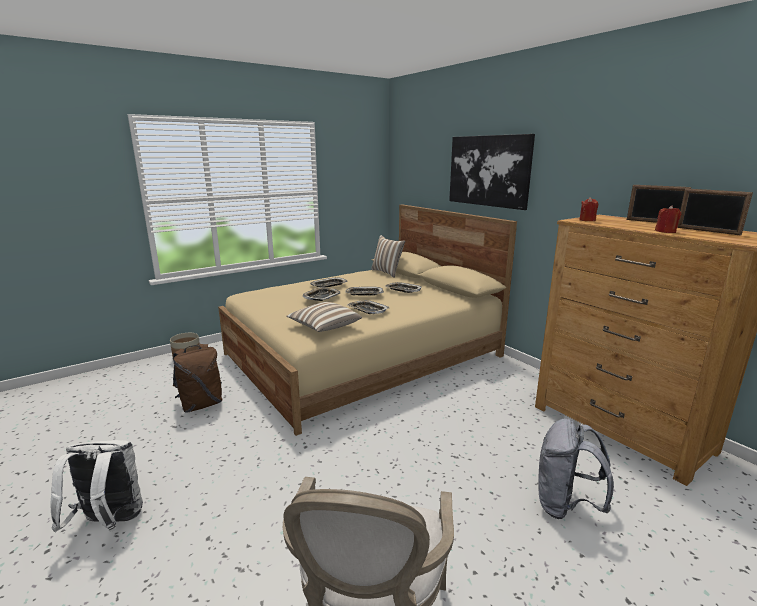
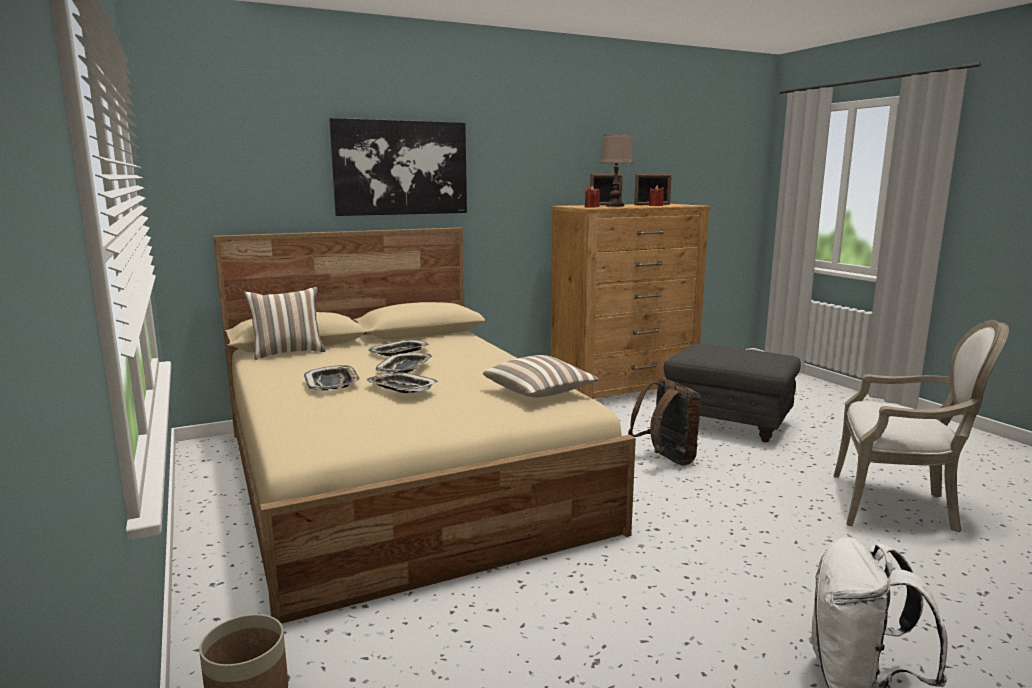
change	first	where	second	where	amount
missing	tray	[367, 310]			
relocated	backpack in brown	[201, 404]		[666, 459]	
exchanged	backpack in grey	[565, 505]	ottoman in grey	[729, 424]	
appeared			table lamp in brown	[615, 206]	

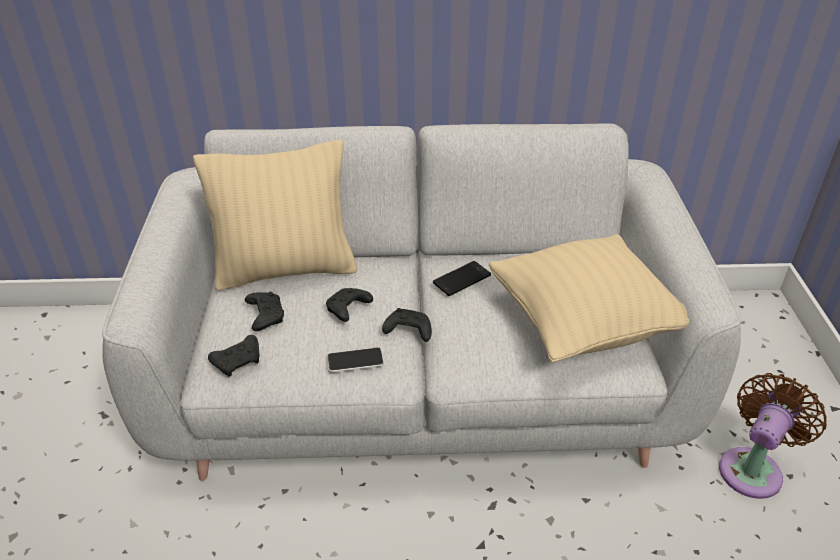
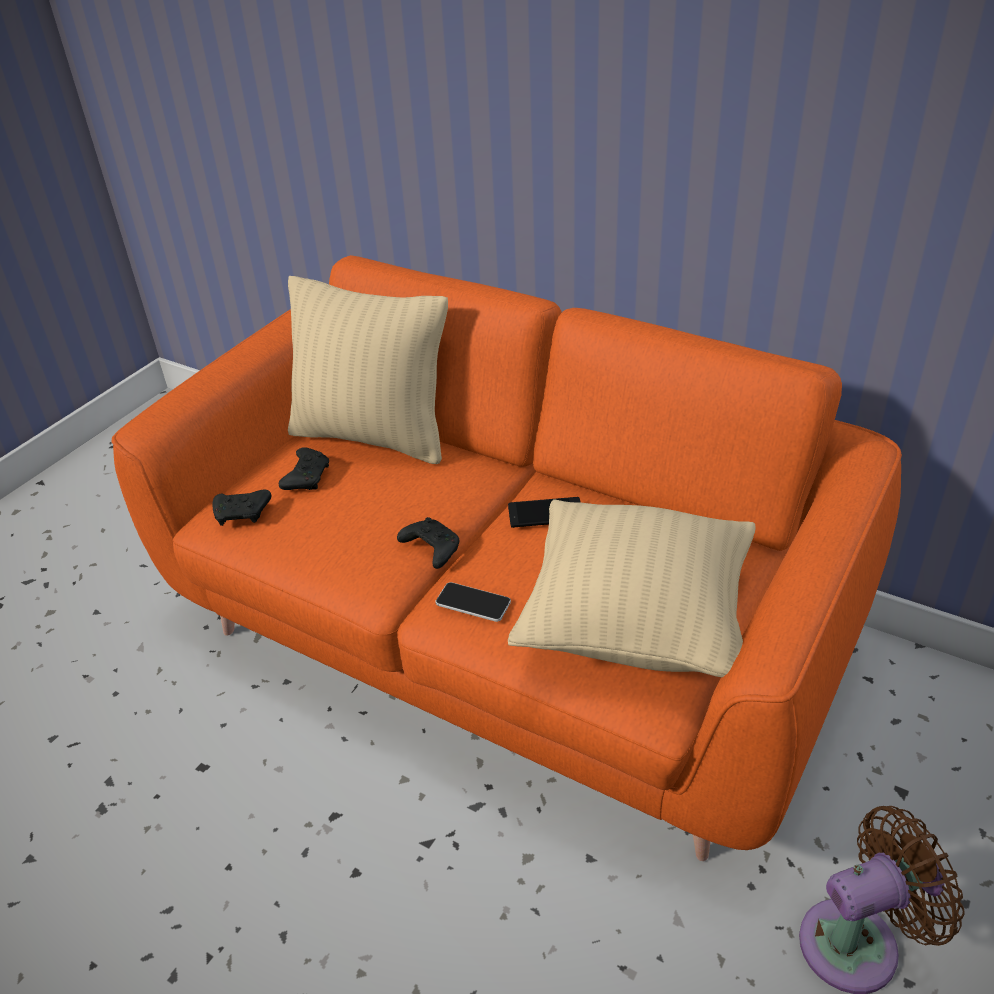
change	first	where	second	where	amount
colour	sofa in grey	[419, 389]	sofa in orange	[505, 638]	
missing	game controller in black	[347, 310]			
relocated	phone	[355, 361]		[473, 603]	

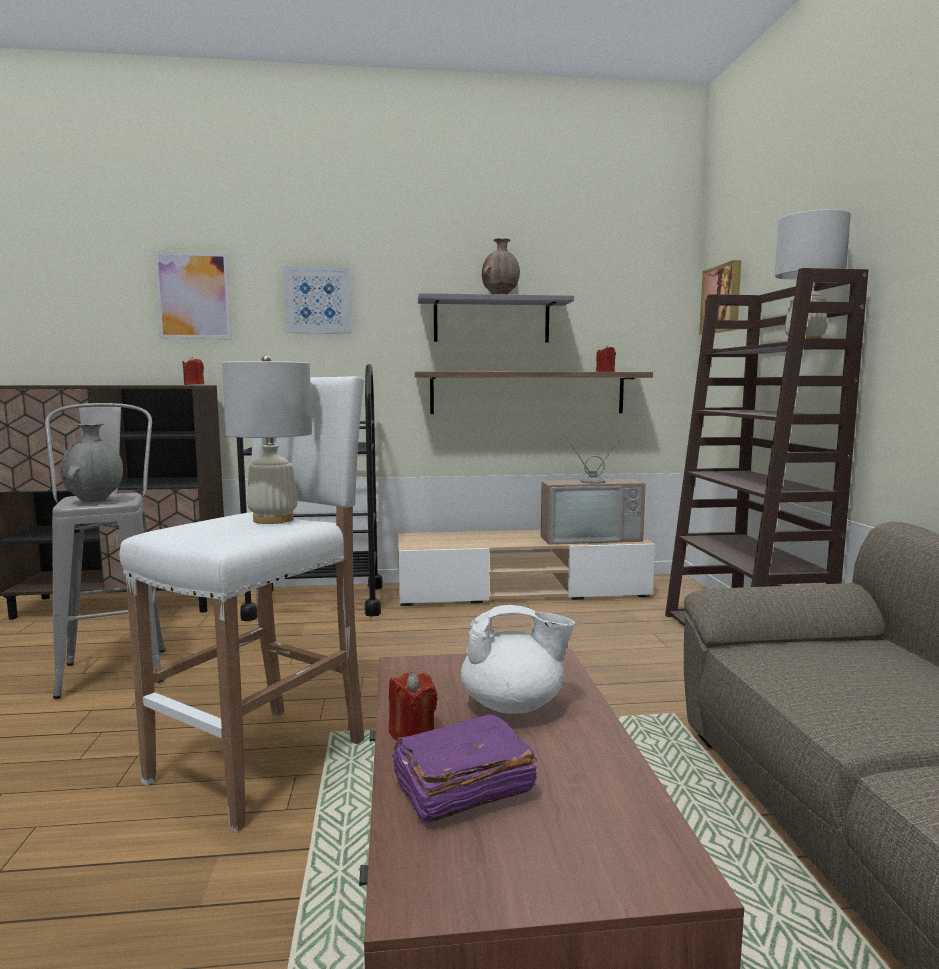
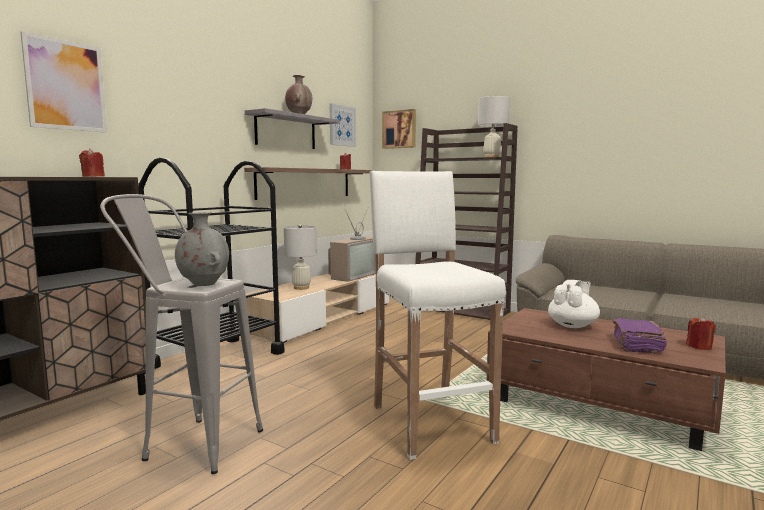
change	first	where	second	where	amount
relocated	picture	[317, 300]		[342, 126]	
relocated	table lamp in white	[274, 520]		[301, 288]	
relocated	candle in red	[412, 732]		[699, 346]	

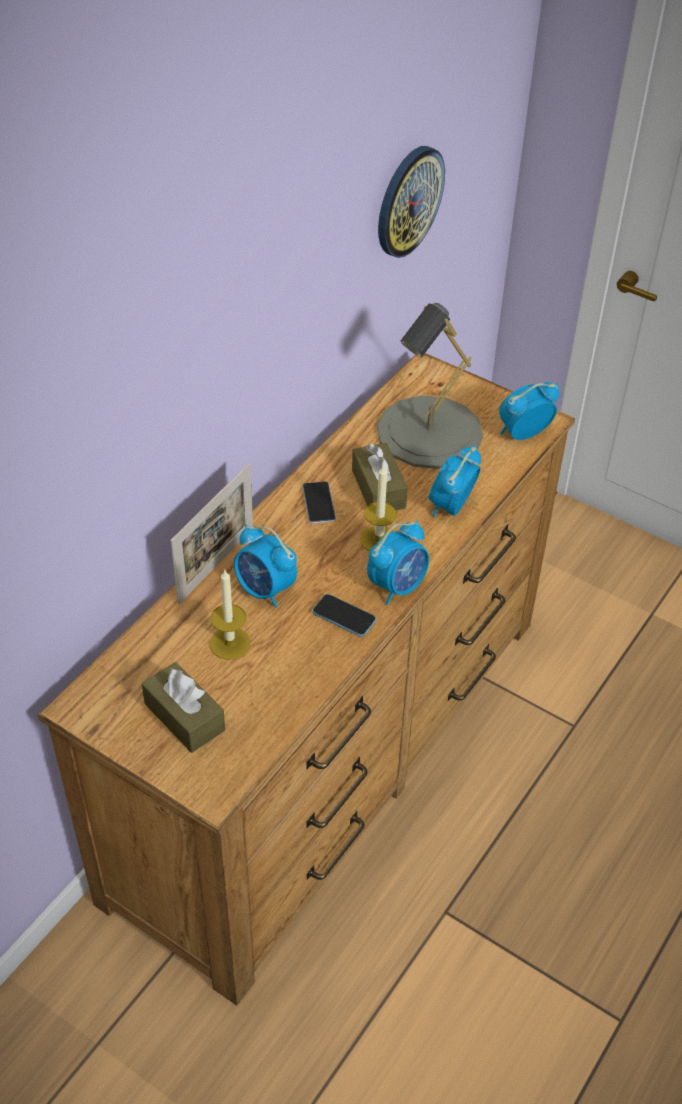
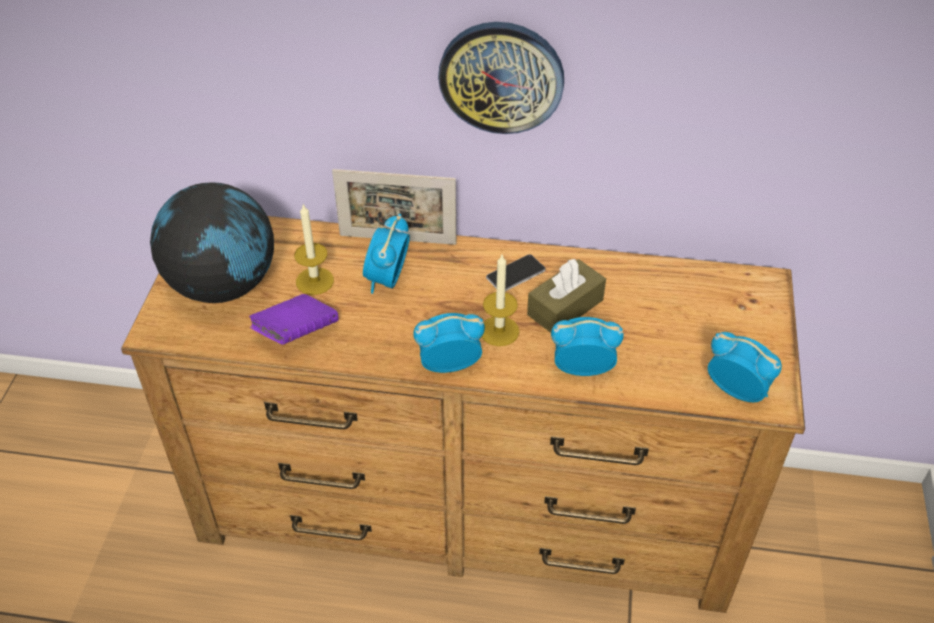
change	first	where	second	where	amount
relocated	wall clock	[408, 201]		[501, 77]	
missing	table lamp in grey	[429, 432]			
spun	alarm clock	[397, 586]		[448, 365]	150 degrees clockwise
missing	phone	[344, 616]			
exchanged	tissue box in brown	[184, 717]	globe	[223, 285]	
appeared			book in purple	[296, 332]	

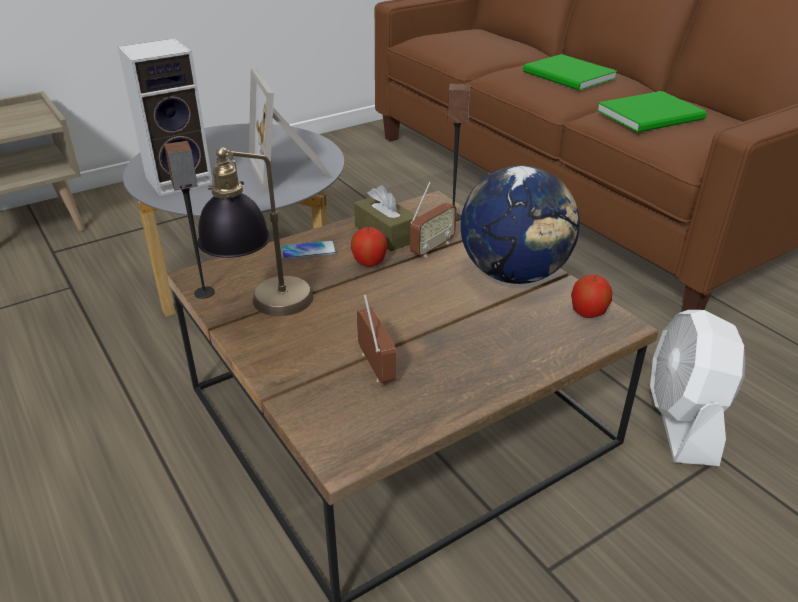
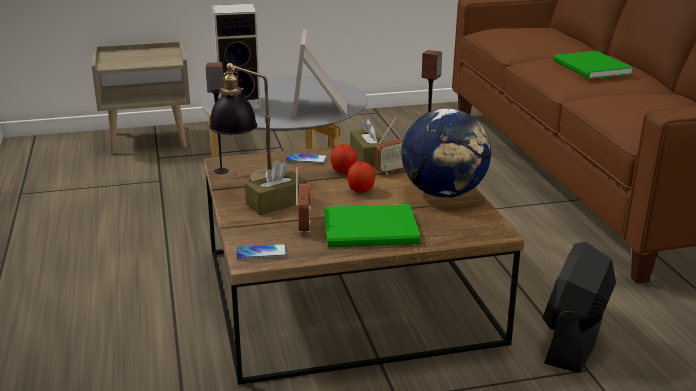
change	first	where	second	where	amount
relocated	book in green	[653, 115]		[373, 230]	
relocated	apple	[588, 313]		[361, 190]	
colour	fan in white	[682, 420]	fan in black	[573, 342]	
appeared			tissue box in brown	[276, 203]	
appeared			phone	[261, 253]	

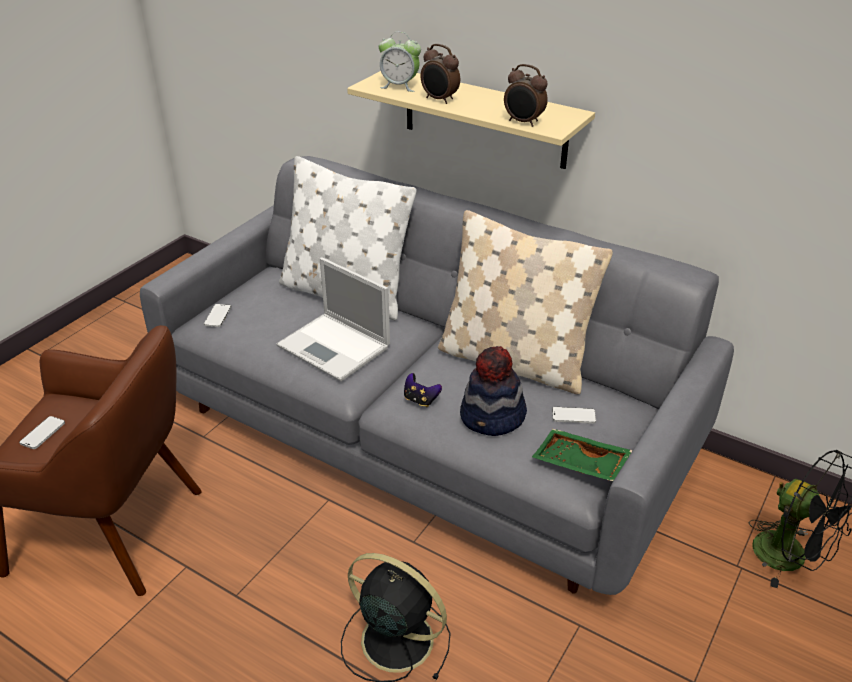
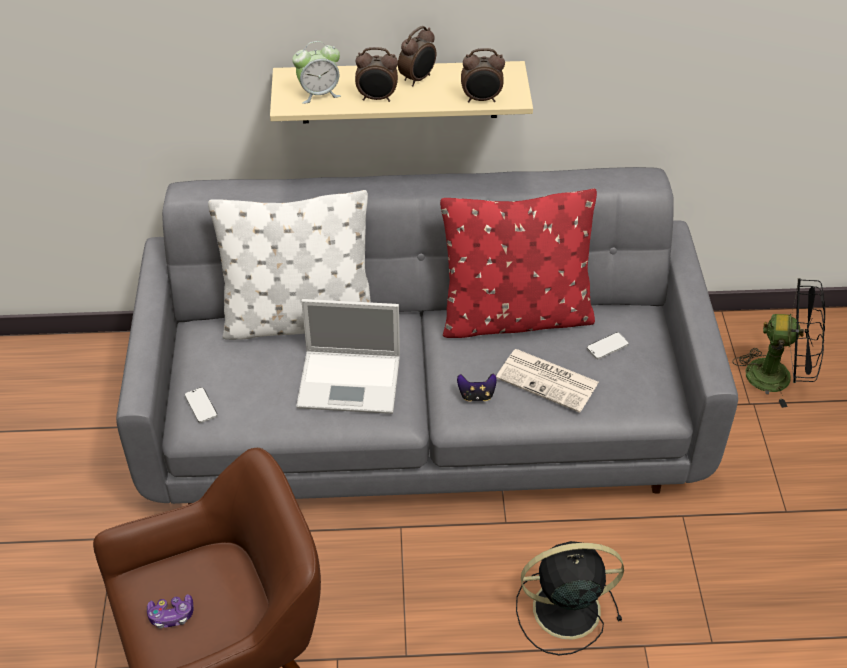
change	first	where	second	where	amount
colour	pillow in beige	[514, 361]	pillow in red	[515, 317]	
exchanged	hat	[493, 417]	newspaper	[549, 380]	
exchanged	phone	[43, 433]	game controller	[171, 615]	
missing	tray in green	[579, 464]			
appeared			alarm clock	[418, 79]	

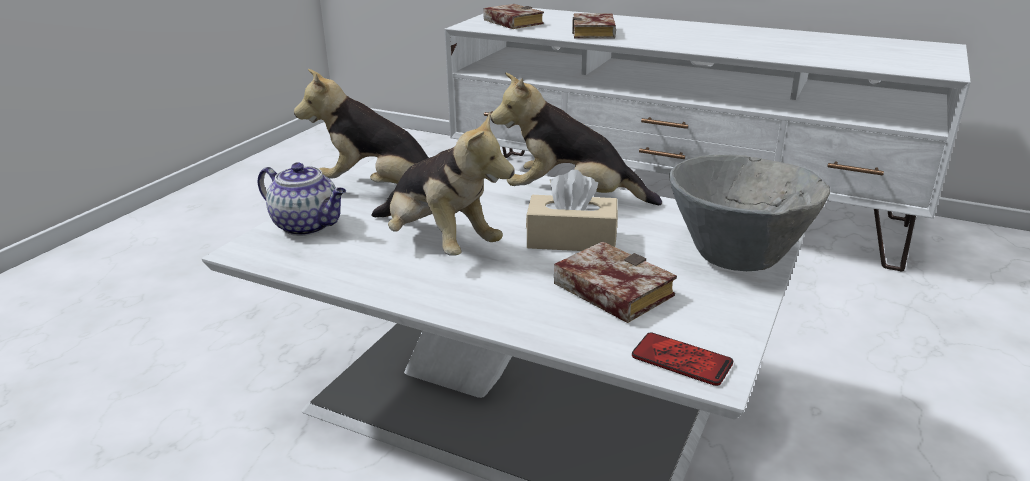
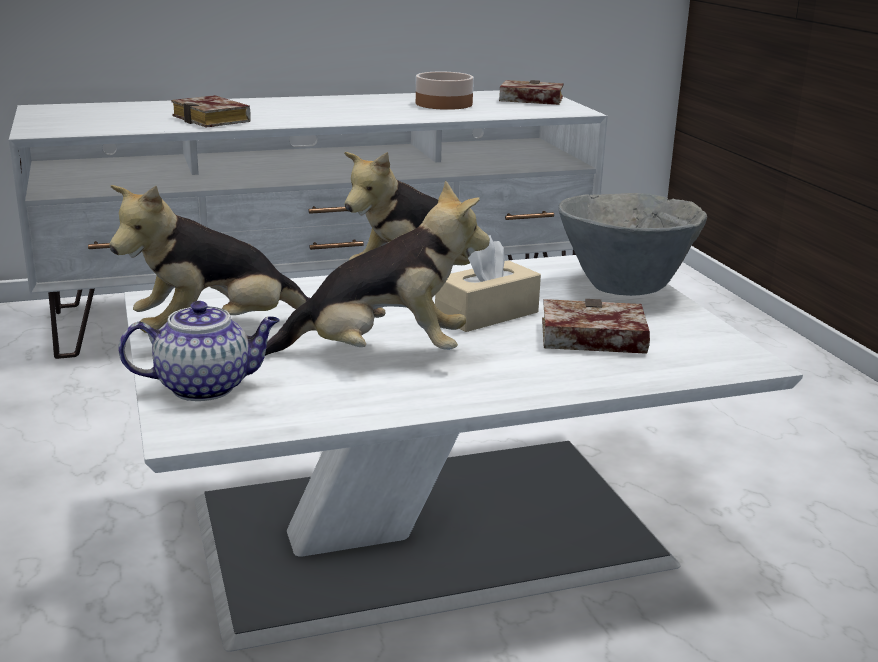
change	first	where	second	where	amount
relocated	book	[510, 23]		[528, 100]	
missing	phone	[681, 360]			
appeared			bowl	[444, 104]	

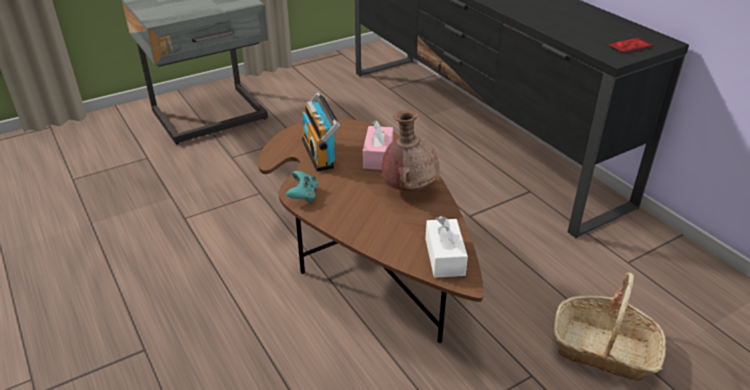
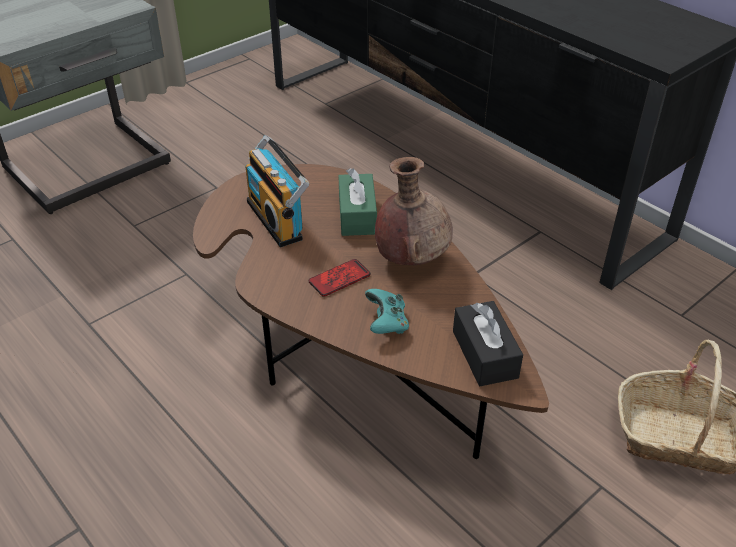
change	first	where	second	where	amount
relocated	phone	[630, 46]		[339, 278]	
colour	tissue box in pink	[378, 156]	tissue box in green	[357, 215]	
relocated	game controller in turquoise	[303, 195]		[387, 323]	
colour	tissue box in white	[444, 257]	tissue box in black	[484, 354]	

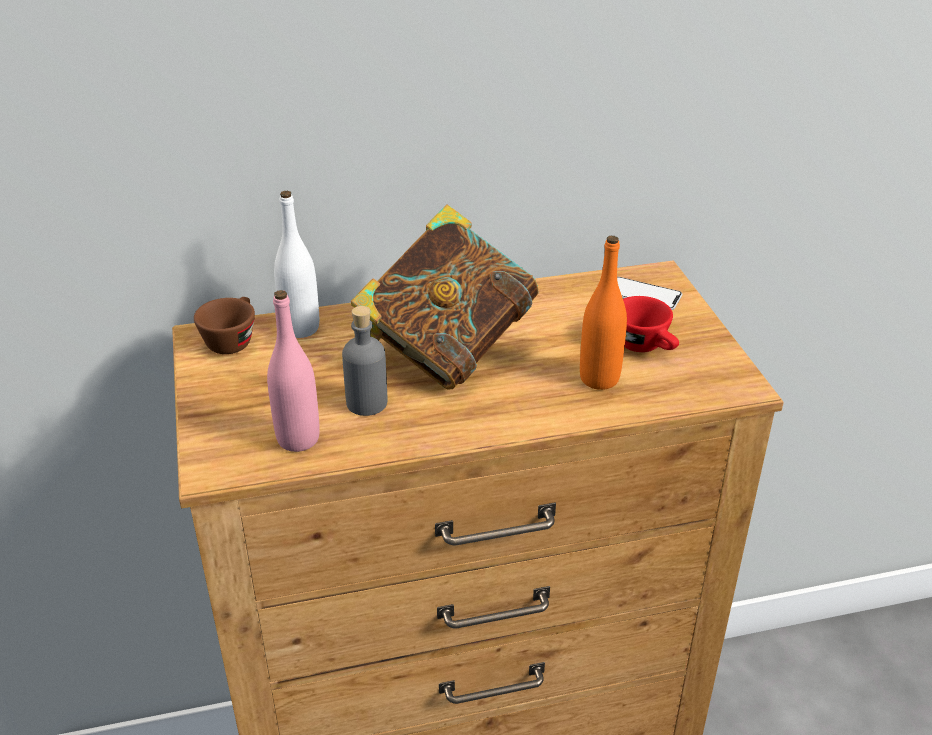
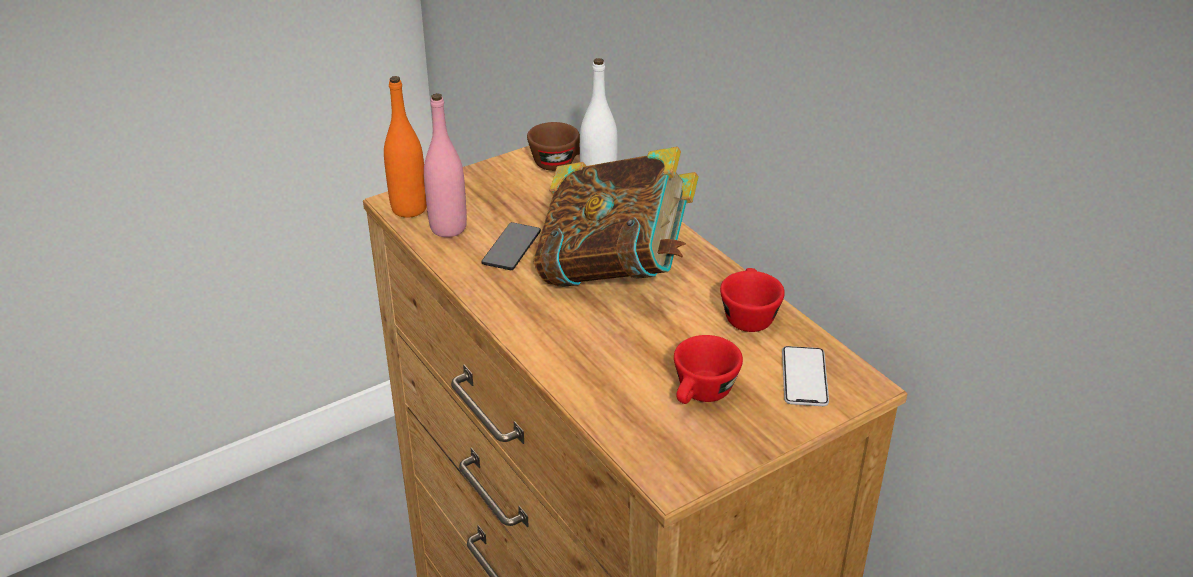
change	first	where	second	where	amount
relocated	bottle in orange	[599, 379]		[409, 209]	
exchanged	bottle in grey	[367, 403]	phone	[511, 248]	
appeared			cup in red	[748, 315]	

